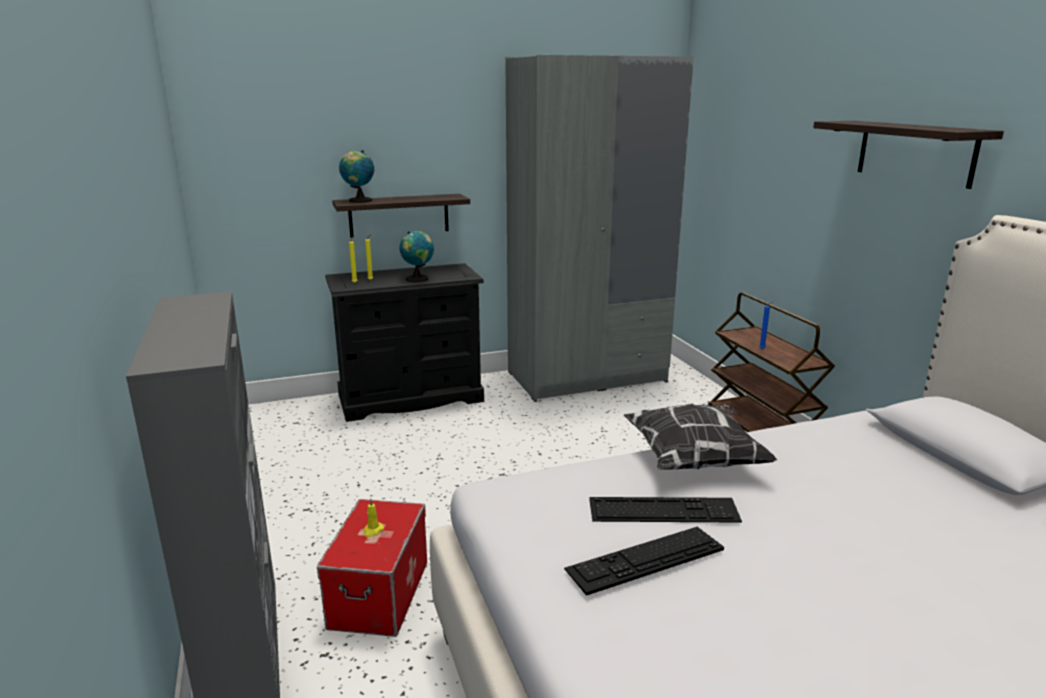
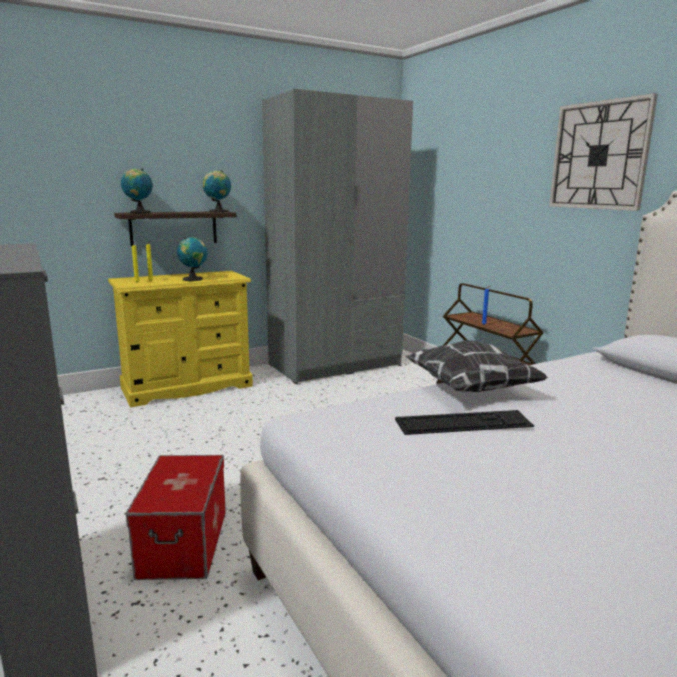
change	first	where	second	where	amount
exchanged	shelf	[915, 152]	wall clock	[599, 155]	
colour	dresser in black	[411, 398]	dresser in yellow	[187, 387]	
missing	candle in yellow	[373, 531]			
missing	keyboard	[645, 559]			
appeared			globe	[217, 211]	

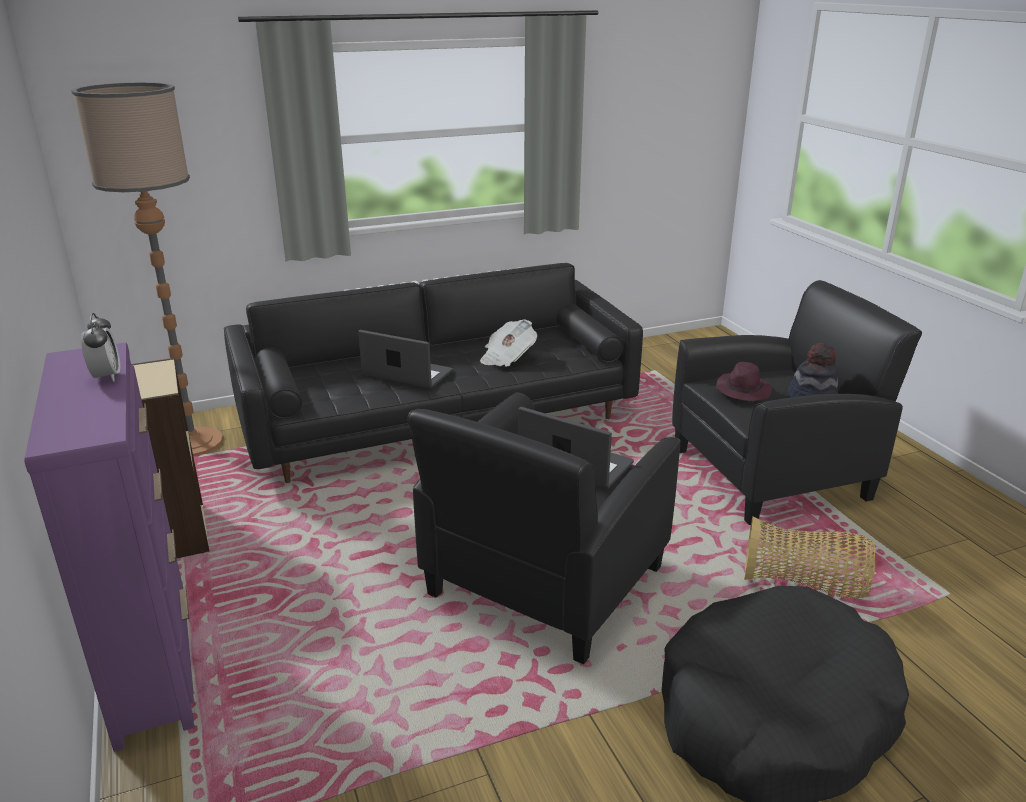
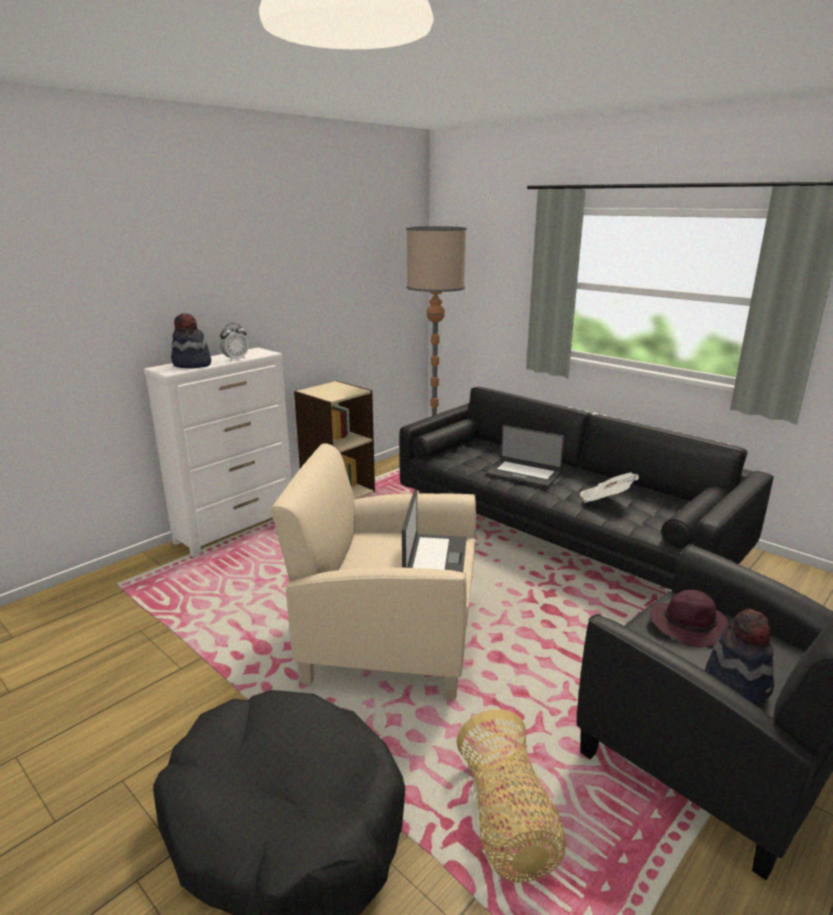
change	first	where	second	where	amount
spun	laptop	[407, 374]		[524, 473]	120 degrees clockwise
colour	dresser in purple	[152, 662]	dresser in white	[237, 528]	
colour	armchair in black	[544, 582]	armchair in beige	[388, 639]	
appeared			hat	[192, 365]	

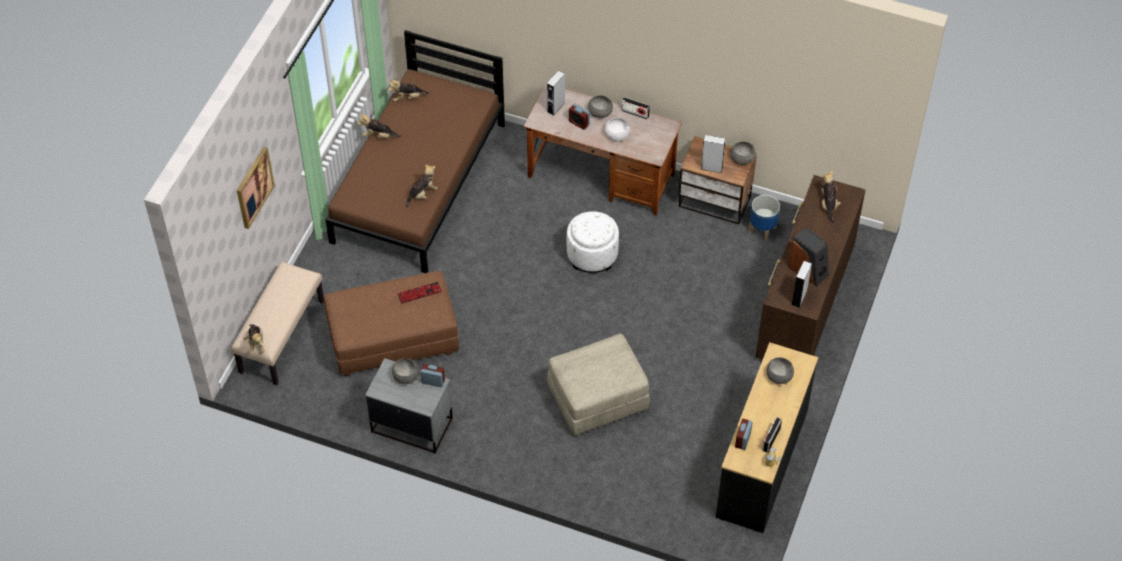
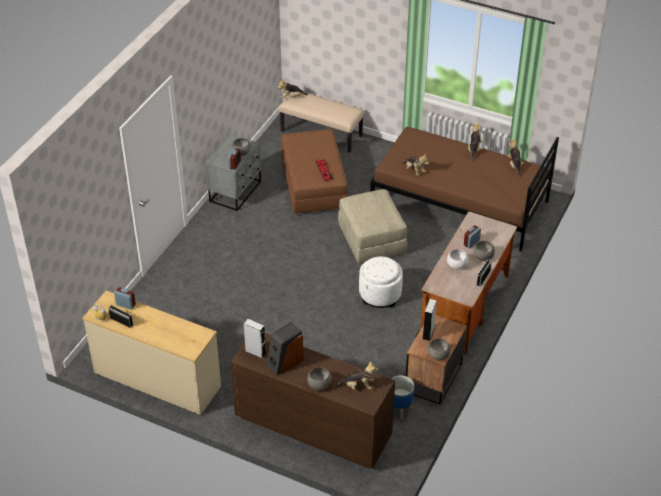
change	first	where	second	where	amount
missing	speaker in grey	[556, 107]			
missing	picture	[254, 187]			
relocated	ottoman in beige	[597, 398]		[371, 239]	
colour	dresser in black	[762, 464]	dresser in beige	[157, 380]	
relocated	bowl in grey	[778, 376]		[319, 384]	

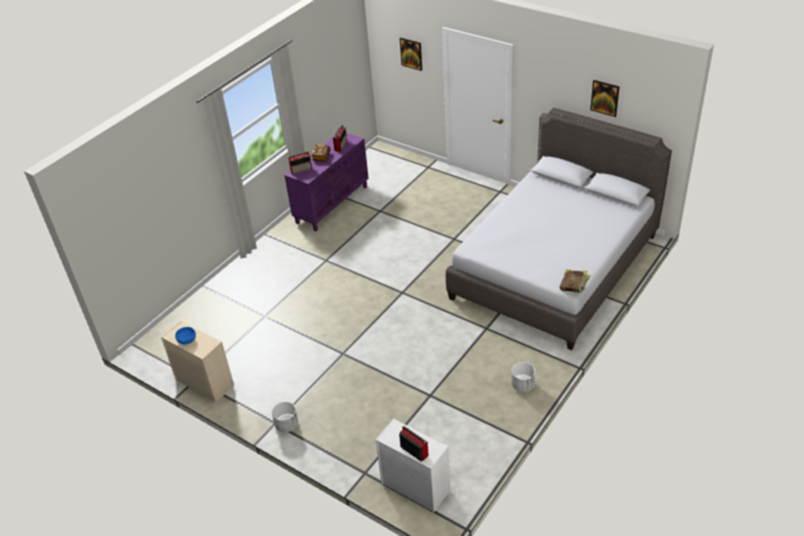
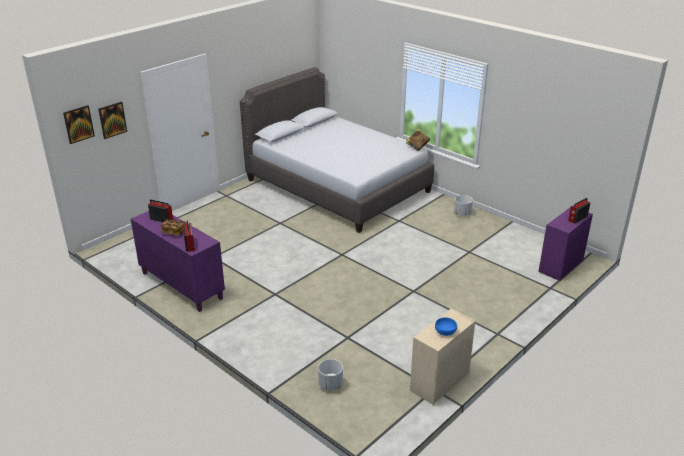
change	first	where	second	where	amount
relocated	picture	[605, 98]		[78, 124]	
relocated	planter in white	[286, 425]		[330, 384]	
colour	dresser in white	[414, 486]	dresser in purple	[560, 266]	

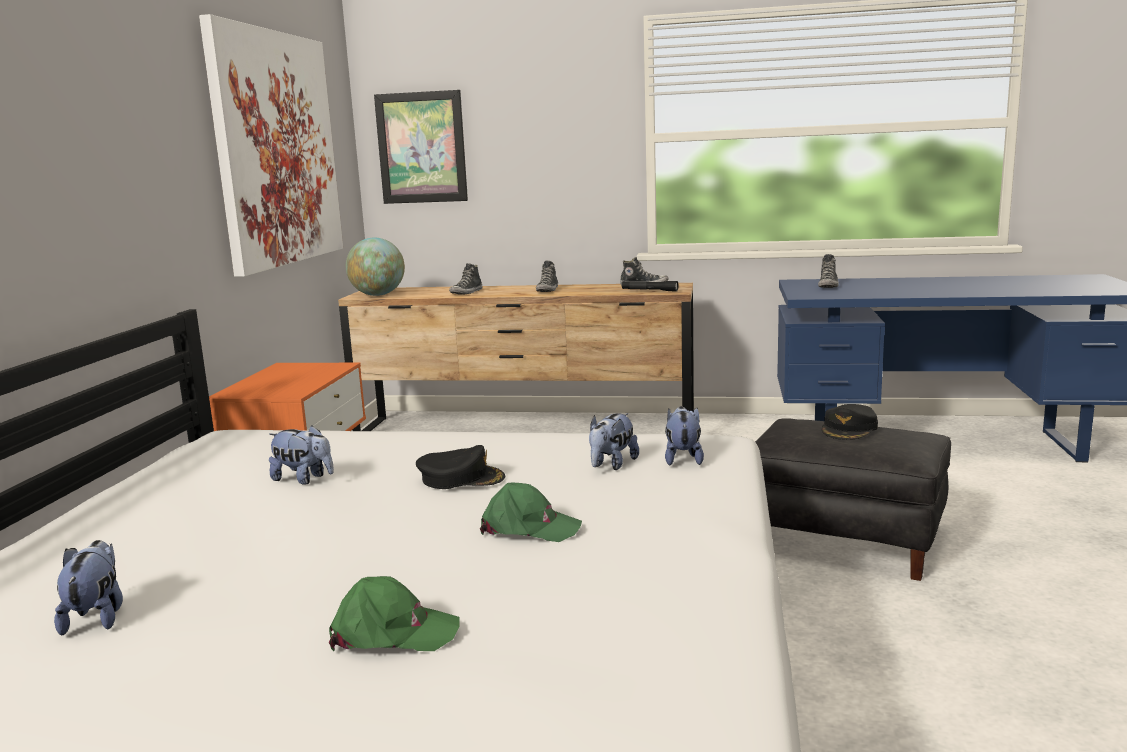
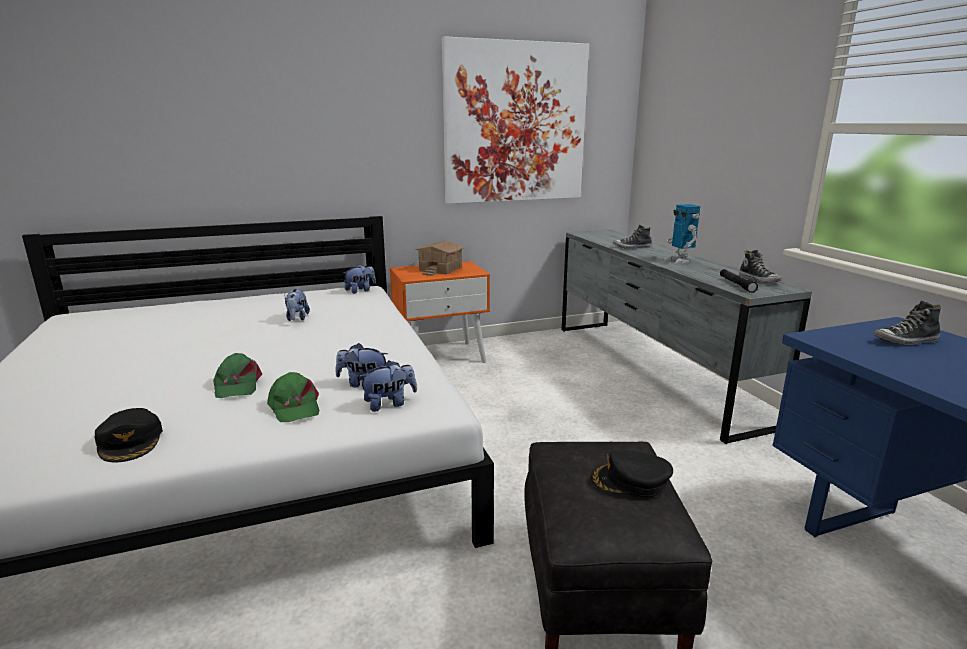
change	first	where	second	where	amount
missing	picture	[421, 148]			
missing	globe	[378, 295]			
exchanged	shoe	[548, 290]	toy robot	[679, 261]	
colour	dresser in brown	[524, 431]	dresser in grey	[650, 370]	
relocated	cap in black	[461, 478]		[131, 441]	
relocated	plush toy	[97, 617]		[360, 290]	
relocated	cap in green	[392, 634]		[294, 406]	
appeared			toy house	[441, 269]	

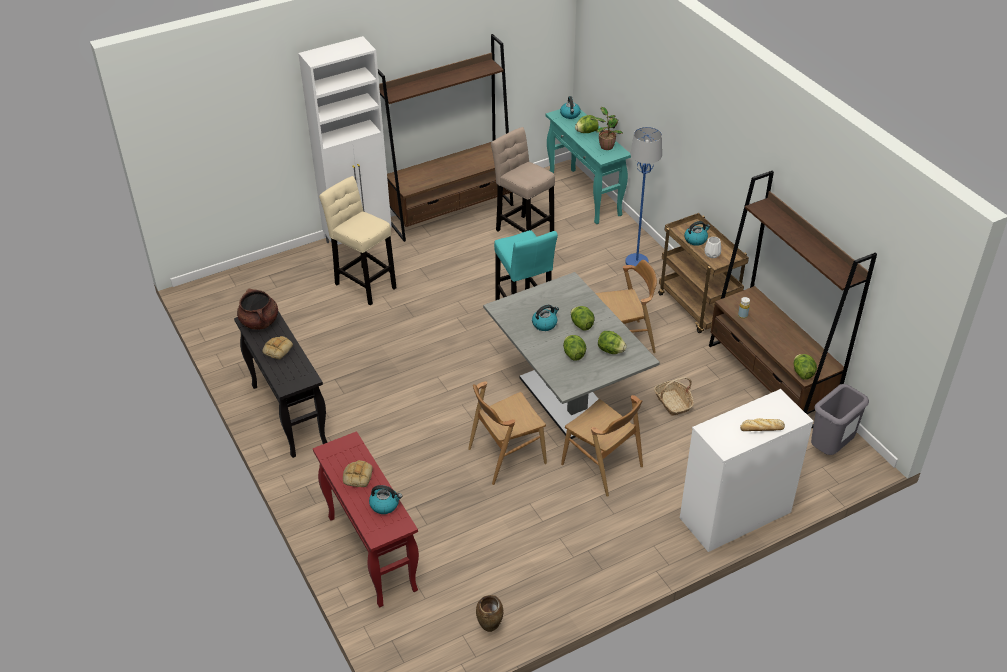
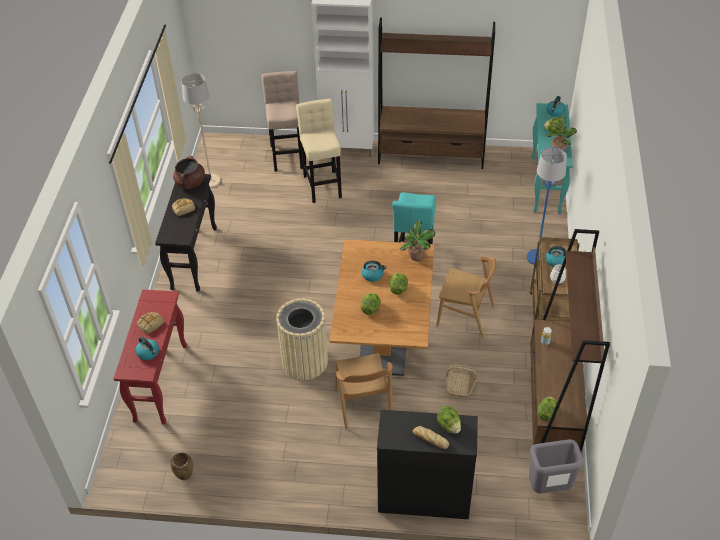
change	first	where	second	where	amount
relocated	stool in beige	[523, 232]		[287, 155]	
colour	dining table in grey	[566, 399]	dining table in brown	[384, 340]	
relocated	lettuce	[610, 351]		[449, 426]	
exchanged	chair in brown	[506, 456]	trash can in beige	[304, 361]	
colour	dresser in white	[735, 515]	dresser in black	[424, 497]	
appeared			floor lamp in beige	[211, 181]	
appeared			potted plant	[416, 257]	

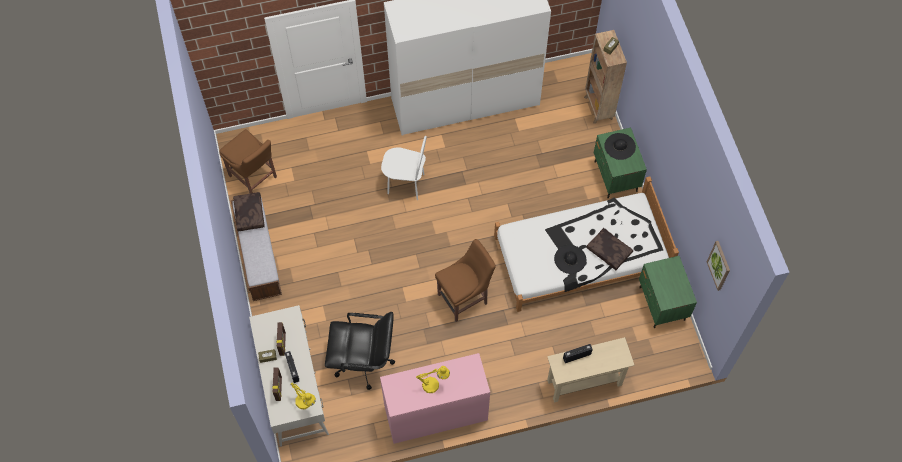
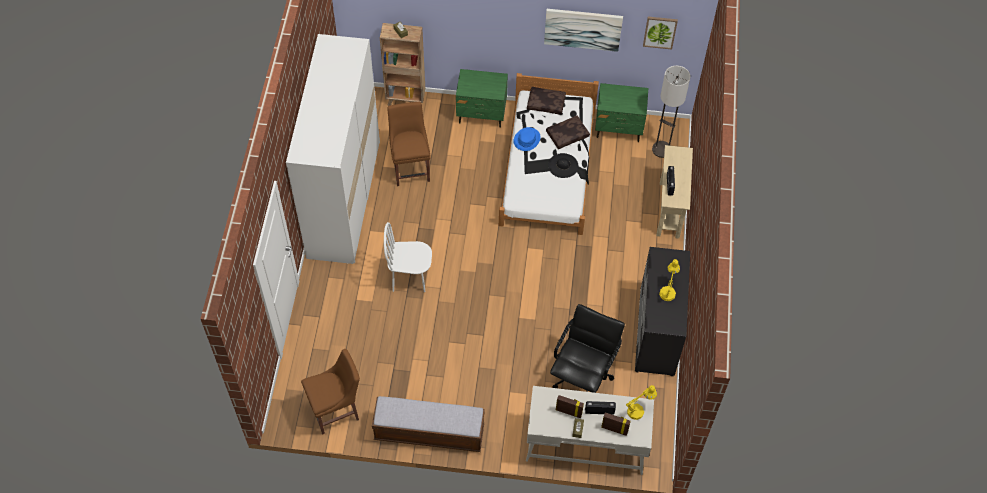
change	first	where	second	where	amount
missing	hat in black	[619, 146]			
spun	chair in white	[405, 184]		[410, 278]	120 degrees counterclockwise
relocated	pillow in brown	[250, 214]		[546, 103]	
relocated	chair in brown	[465, 298]		[411, 167]	
colour	dresser in pink	[436, 413]	dresser in black	[656, 332]	
appeared			picture	[583, 29]	
appeared			floor lamp	[662, 149]	
appeared			hat in blue	[526, 139]	

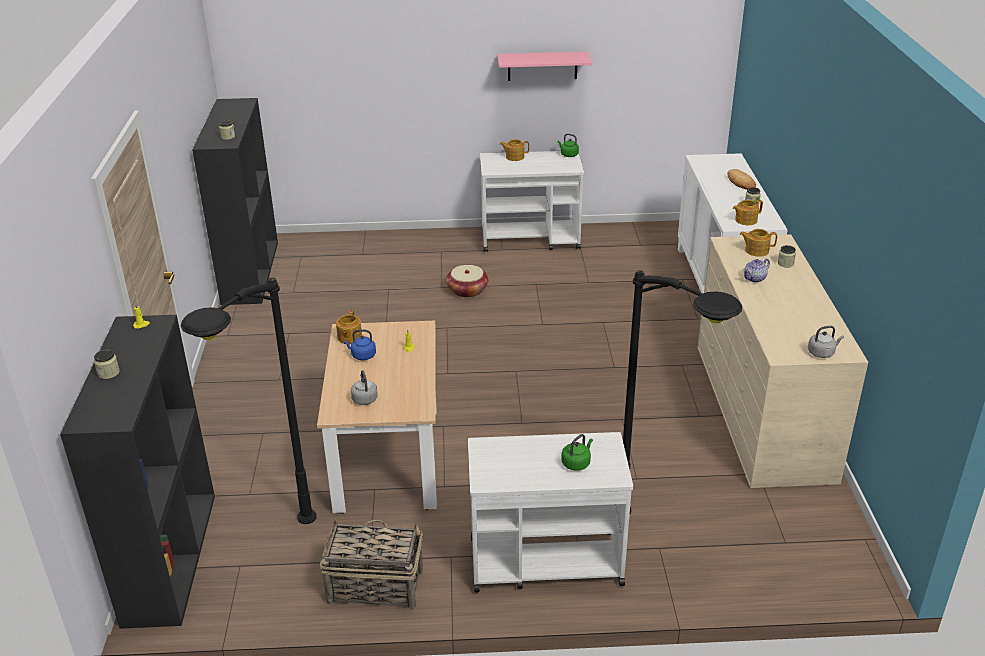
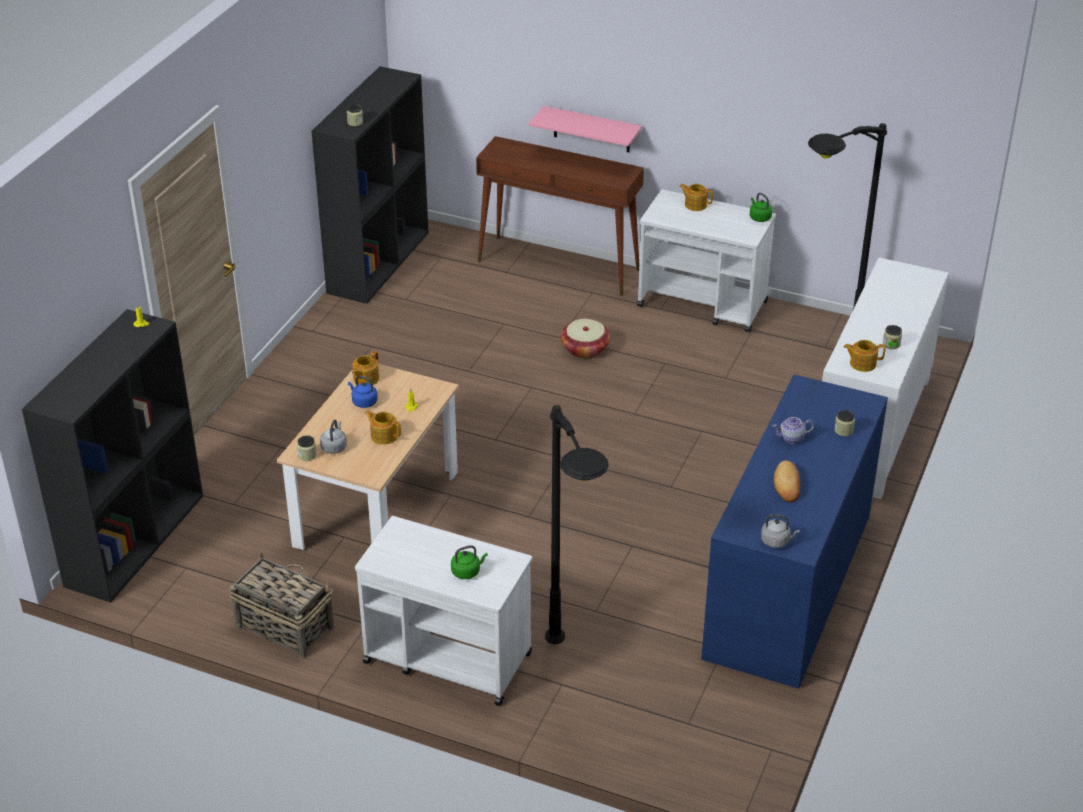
change	first	where	second	where	amount
relocated	shelf in pink	[542, 66]		[592, 129]	
relocated	bread	[741, 182]		[787, 484]	
relocated	teapot	[756, 250]		[383, 435]	
colour	dresser in beige	[762, 410]	dresser in blue	[789, 585]	
relocated	floor lamp in black	[270, 557]		[817, 353]	
relocated	jar	[108, 373]		[307, 455]	
appeared			console table in brown	[559, 266]	

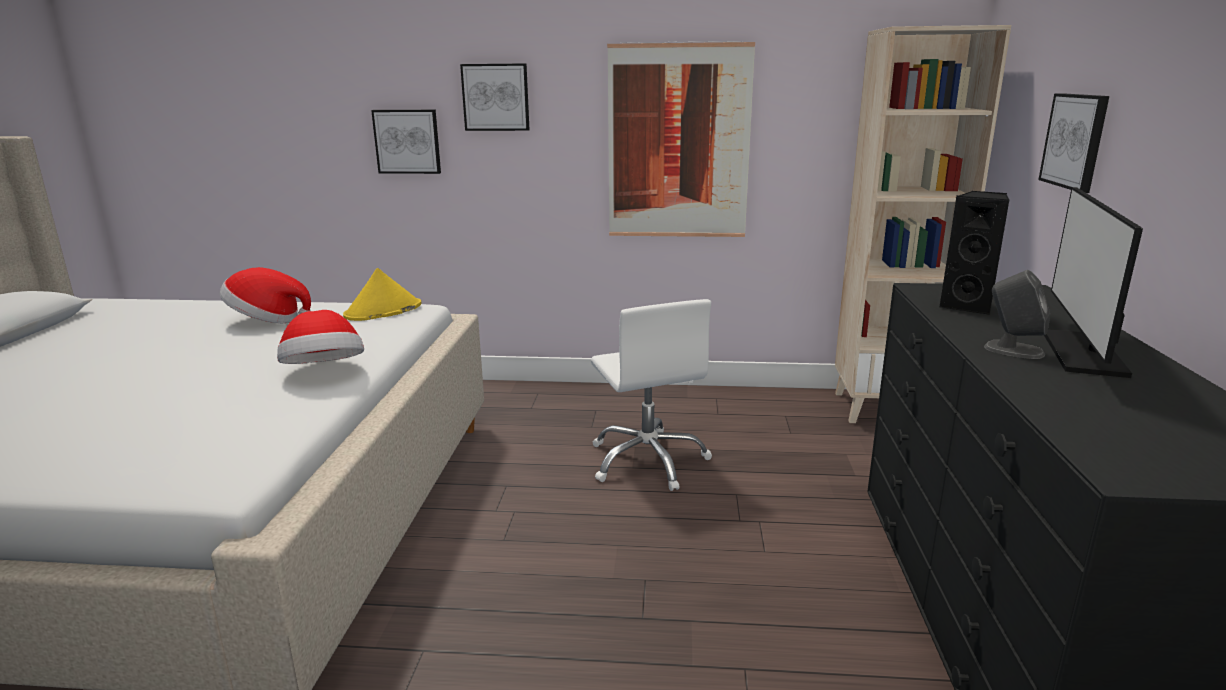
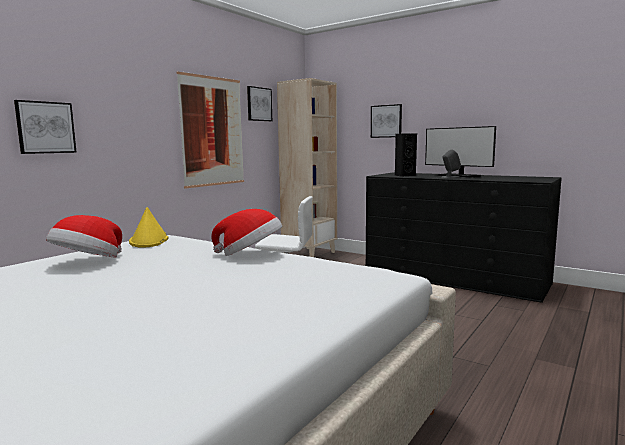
change	first	where	second	where	amount
relocated	picture	[496, 97]		[259, 104]	

